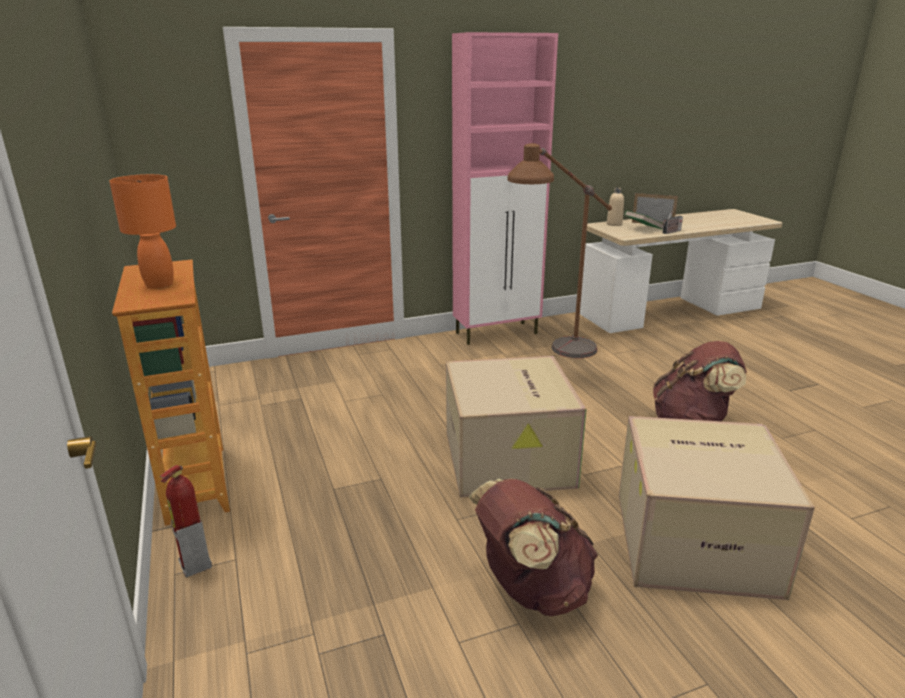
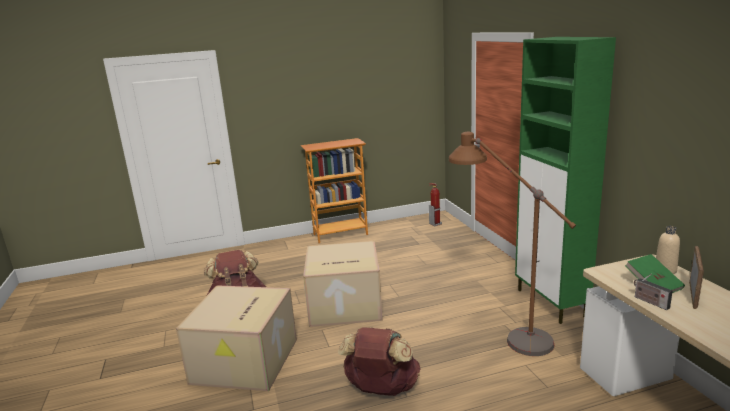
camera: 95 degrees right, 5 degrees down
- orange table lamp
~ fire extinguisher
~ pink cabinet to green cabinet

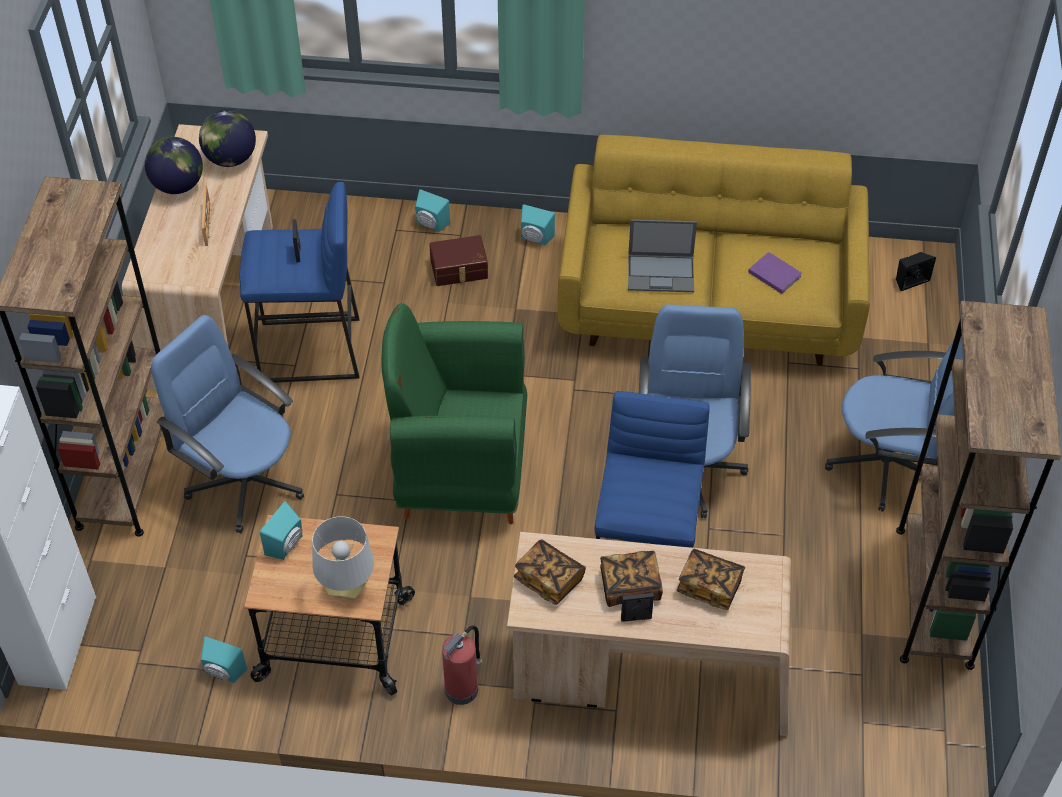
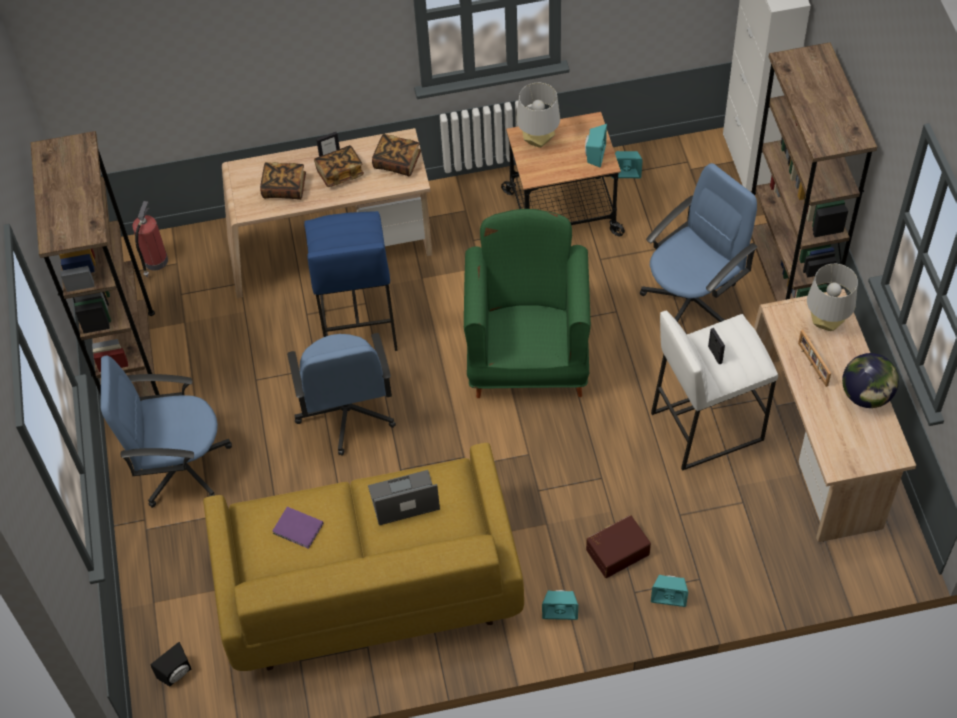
camera: 165 degrees right, 5 degrees up
~ blue office chair (1st from left in the first image) 60 degrees counterclockwise
- globe (2nd from left)
~ blue stool (1st from left) to white stool
~ green armchair 75 degrees counterclockwise
~ fire extinguisher
+ grey table lamp (2nd from left)

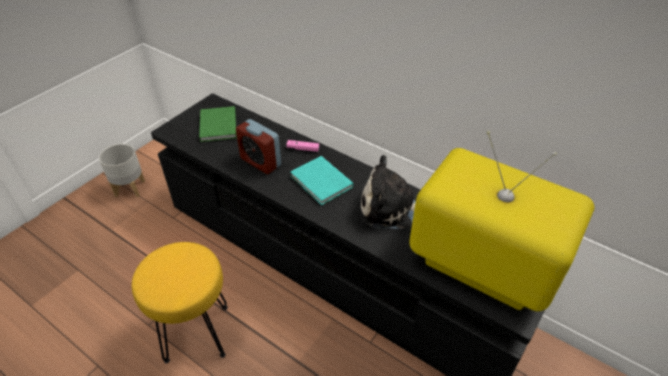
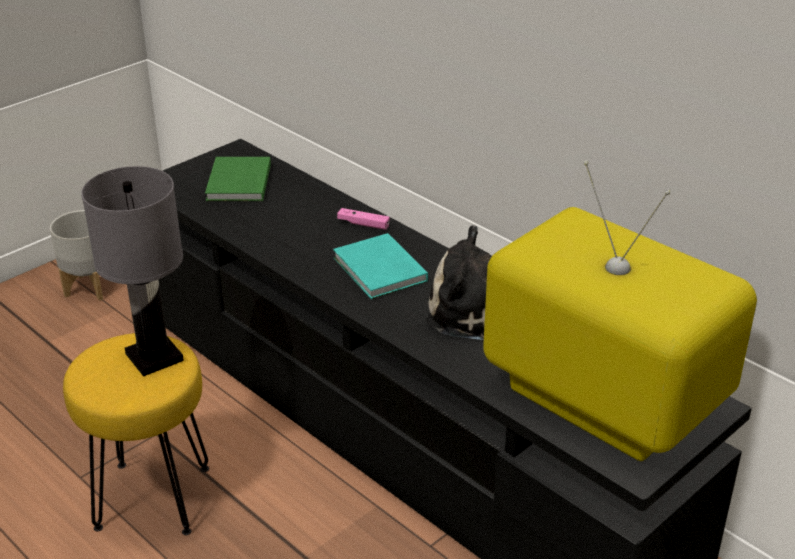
camera: 10 degrees right, 10 degrees down
- alarm clock
+ grey table lamp

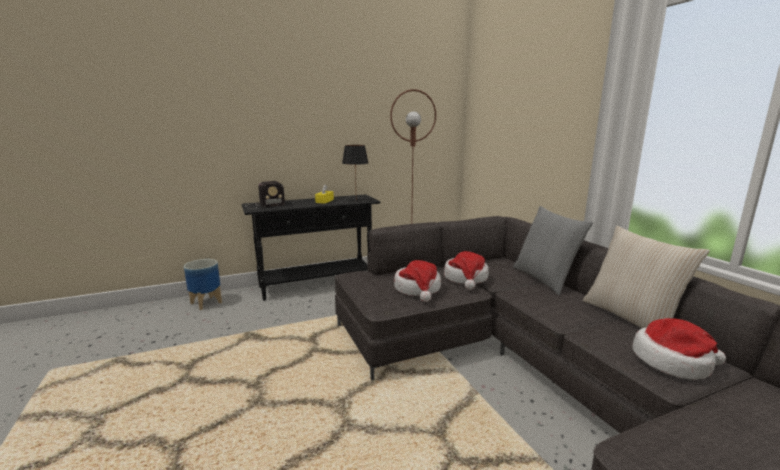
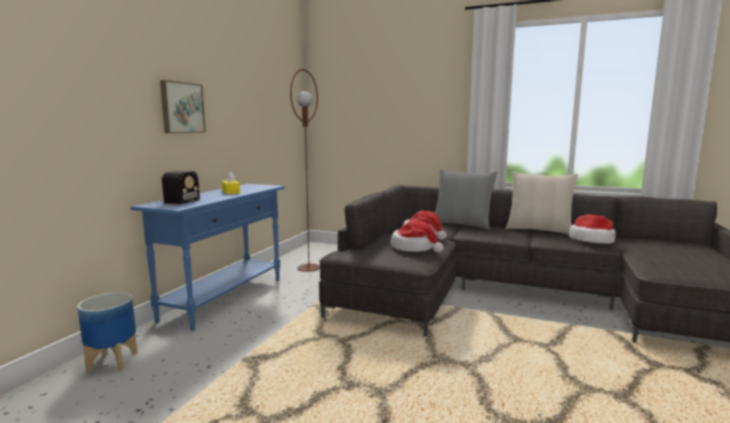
camera: 45 degrees left, 5 degrees down
~ black console table to blue console table
- black table lamp
+ picture

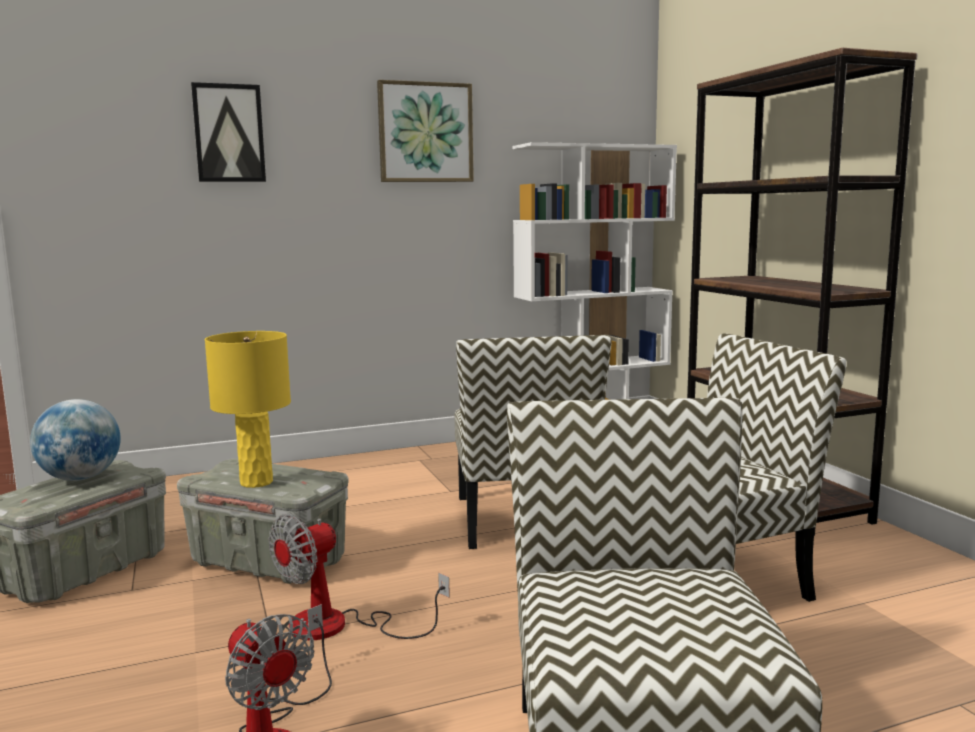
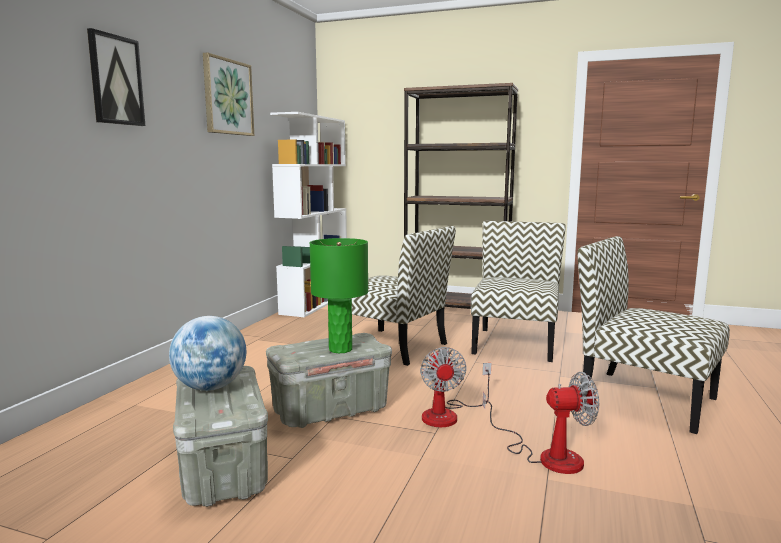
camera: 50 degrees left, 0 degrees up
~ yellow table lamp to green table lamp

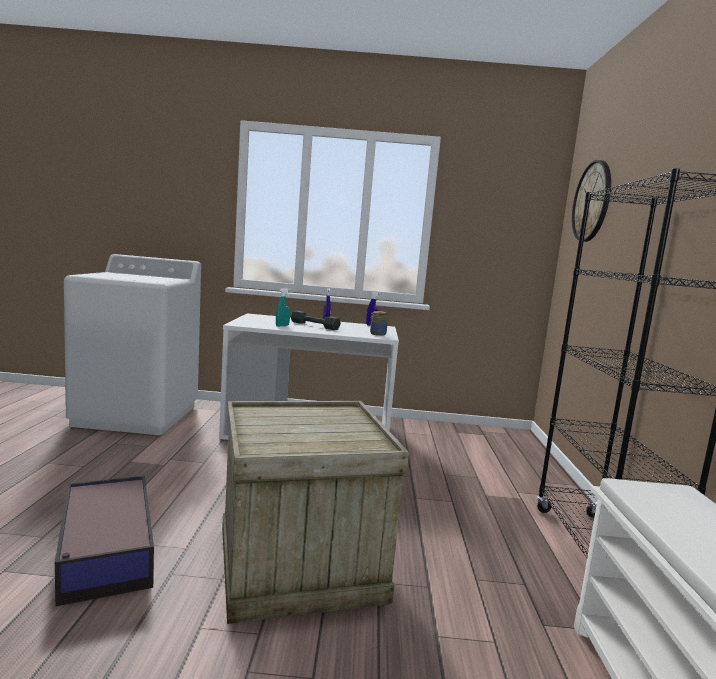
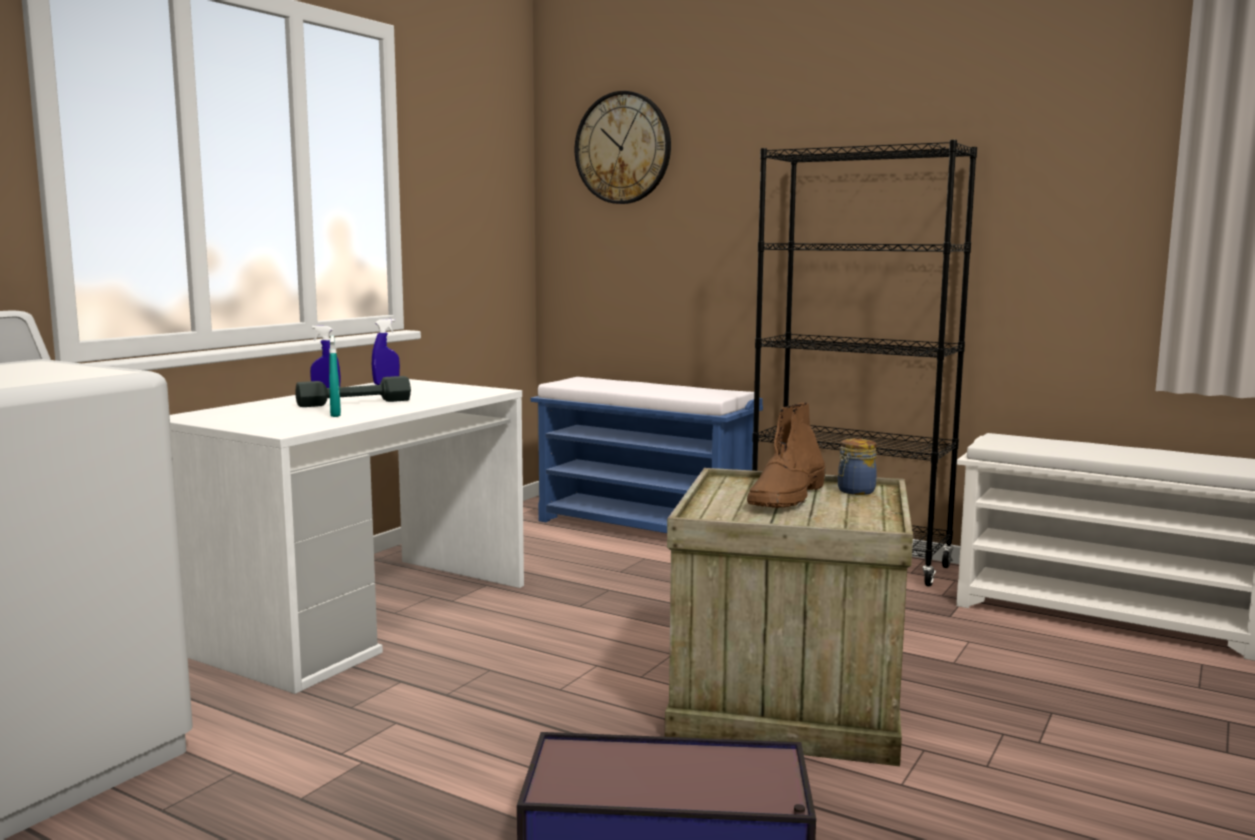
camera: 60 degrees left, 0 degrees up
~ jar
+ blue bench
+ brown boot

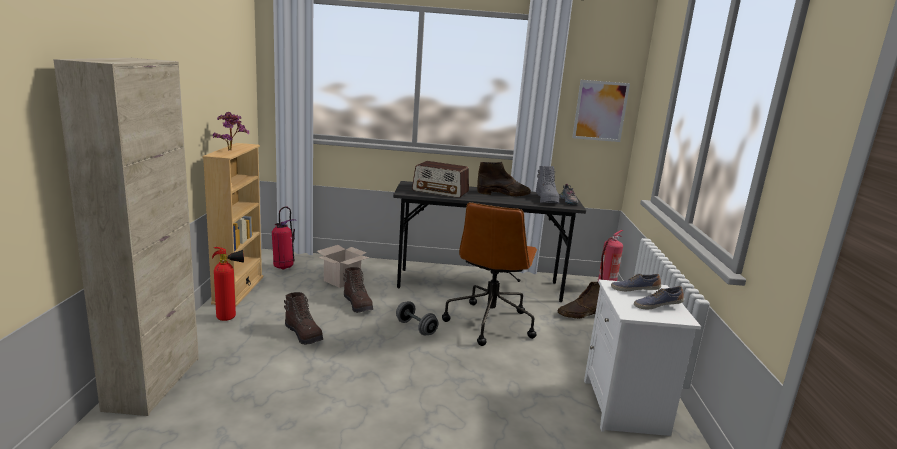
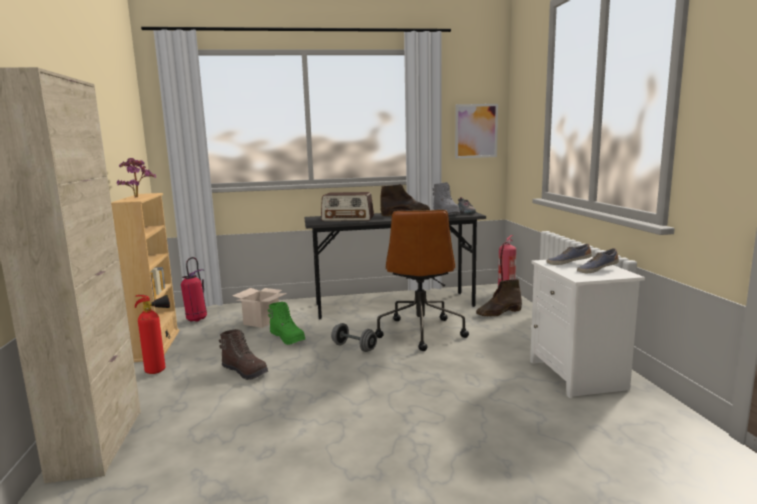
camera: 10 degrees left, 5 degrees down
~ brown boot (2nd from left) to green boot

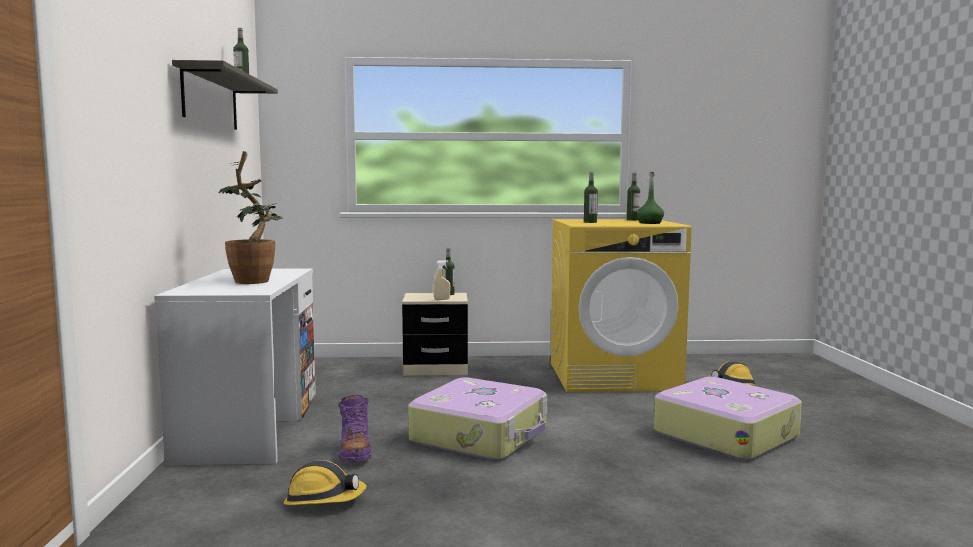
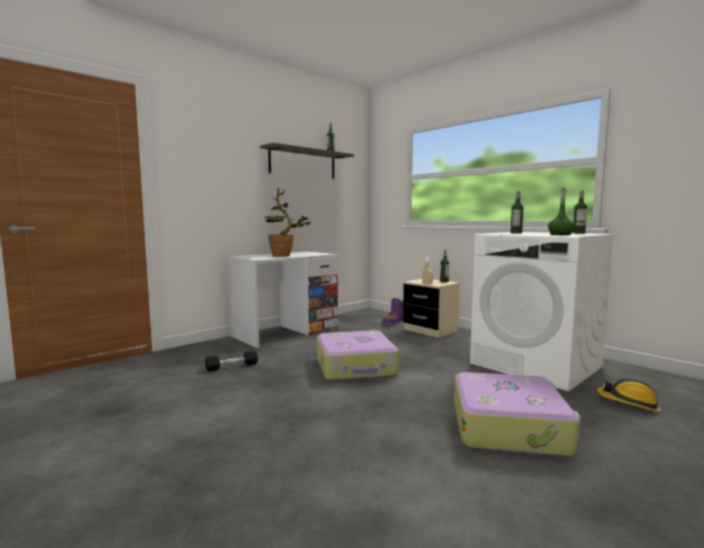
camera: 50 degrees right, 0 degrees up
~ hard hat (1st from left) to black dumbbell
~ purple boot
~ yellow washing machine to white washing machine

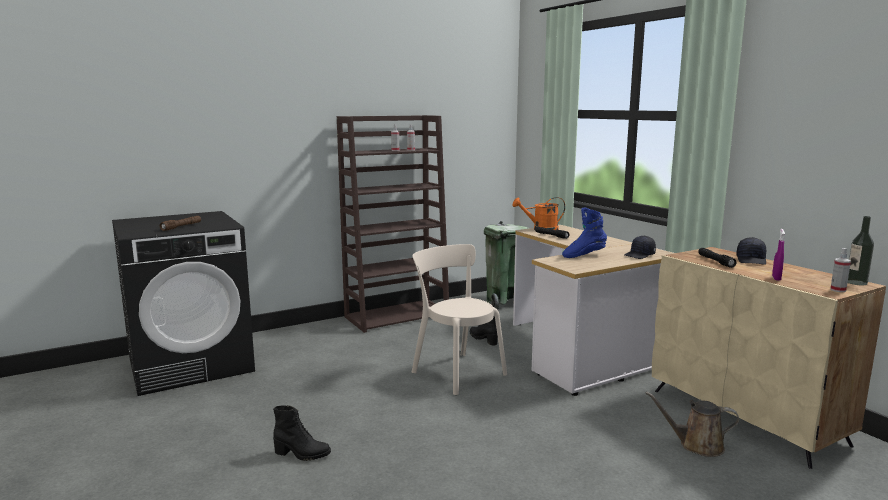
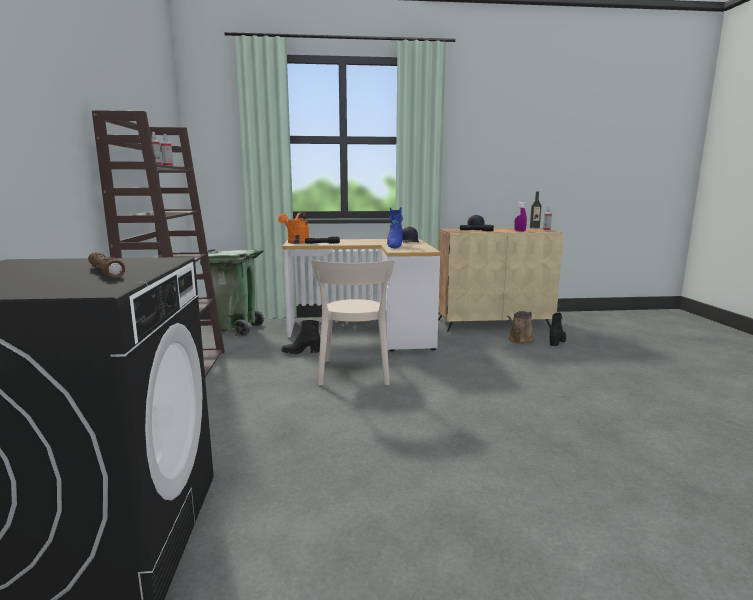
camera: 65 degrees left, 0 degrees up
~ black boot (1st from left in the first image) to black boot (2nd from left)
~ beige chair 75 degrees counterclockwise

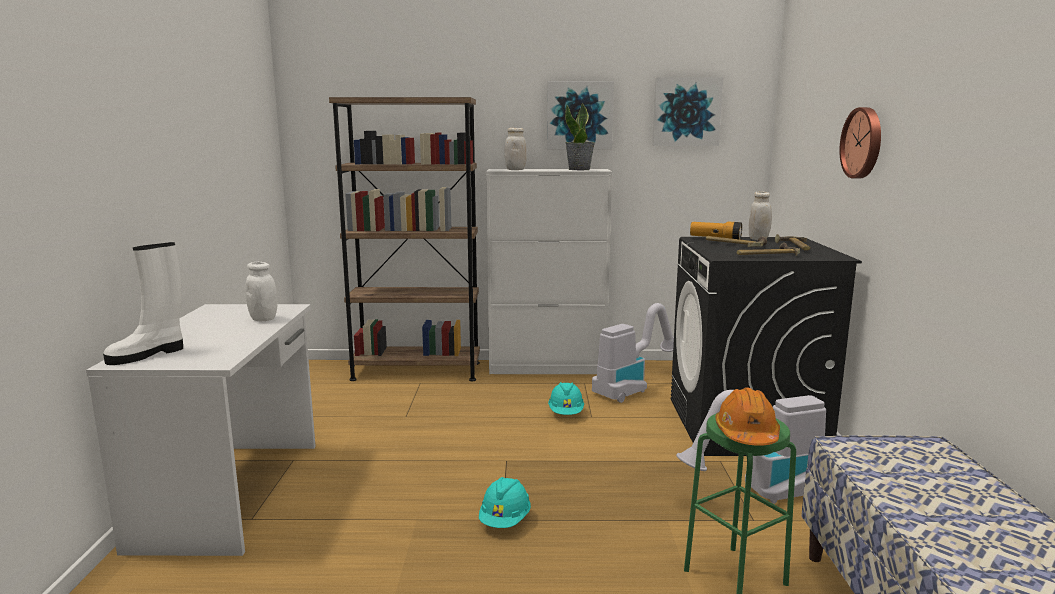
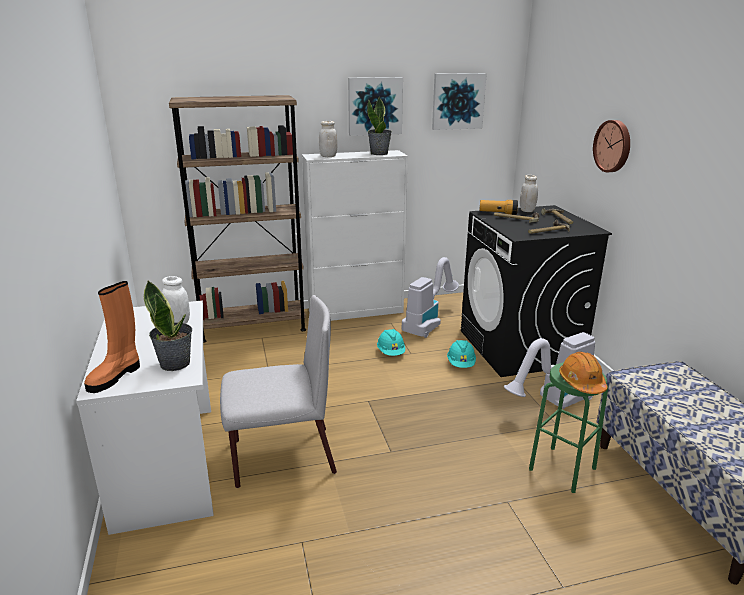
camera: 15 degrees left, 10 degrees up
~ white boot to orange boot
~ turquoise hard hat (1st from left in the first image) to turquoise hard hat (2nd from left)
+ potted plant (1st from left)
+ grey chair

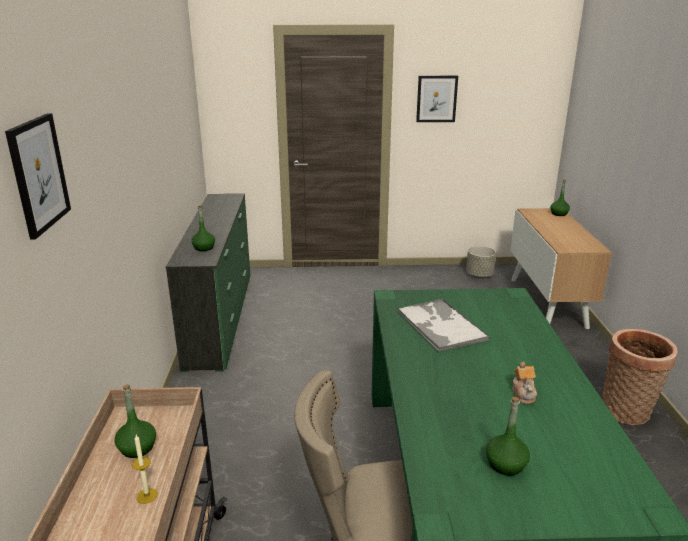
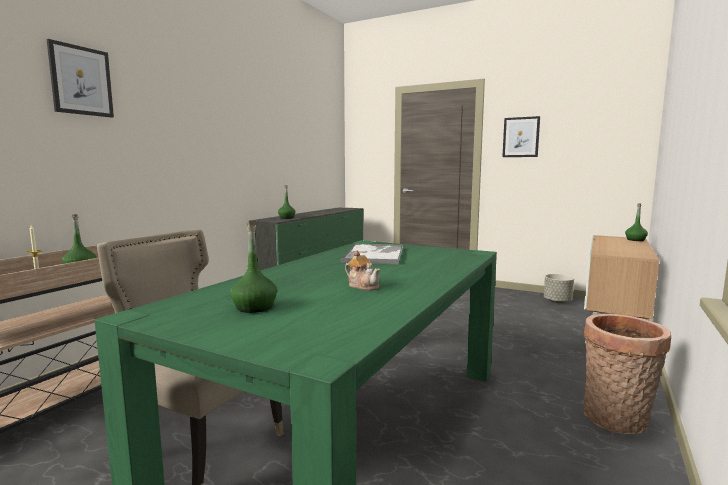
camera: 30 degrees right, 15 degrees down
~ teapot 75 degrees counterclockwise

